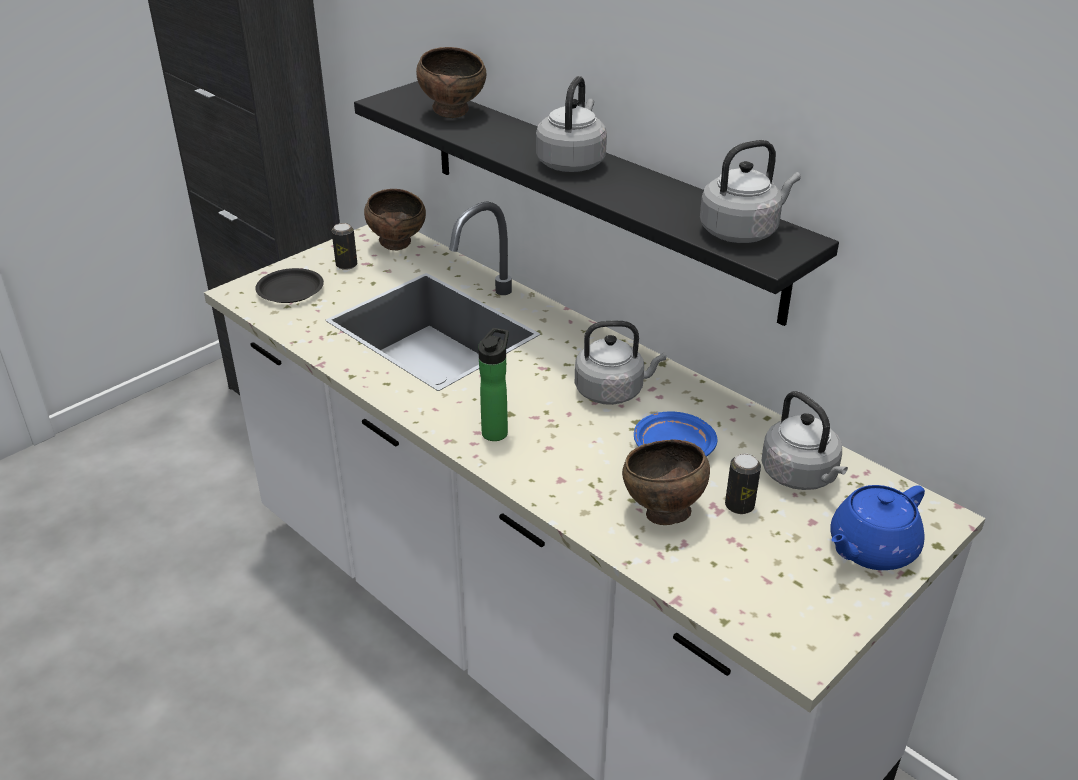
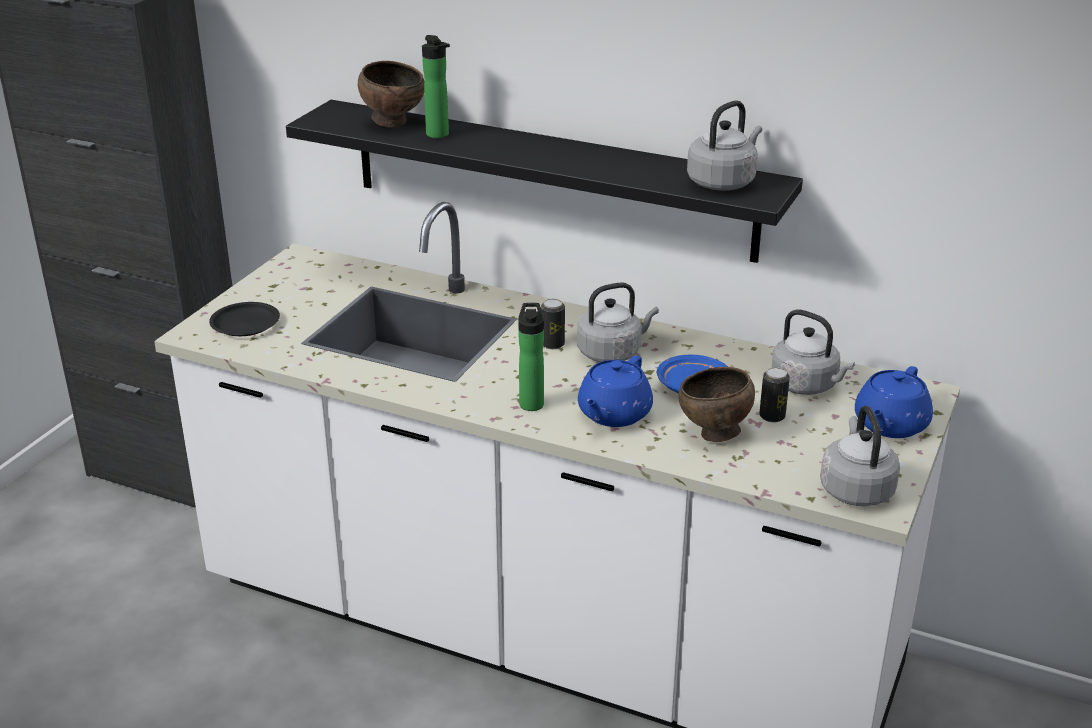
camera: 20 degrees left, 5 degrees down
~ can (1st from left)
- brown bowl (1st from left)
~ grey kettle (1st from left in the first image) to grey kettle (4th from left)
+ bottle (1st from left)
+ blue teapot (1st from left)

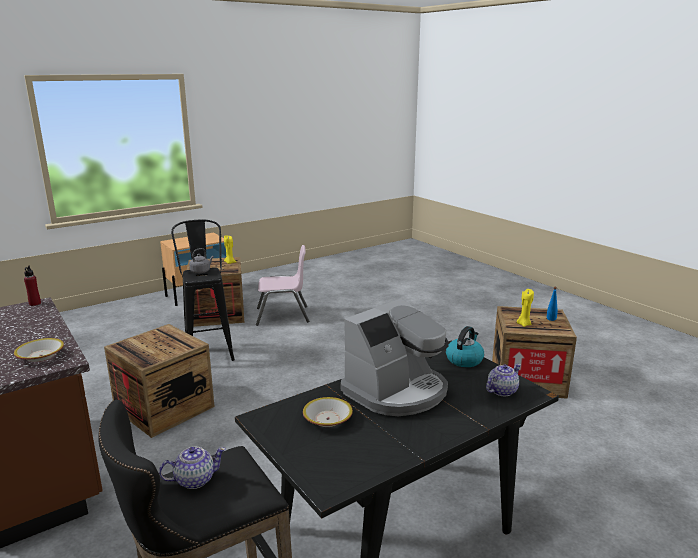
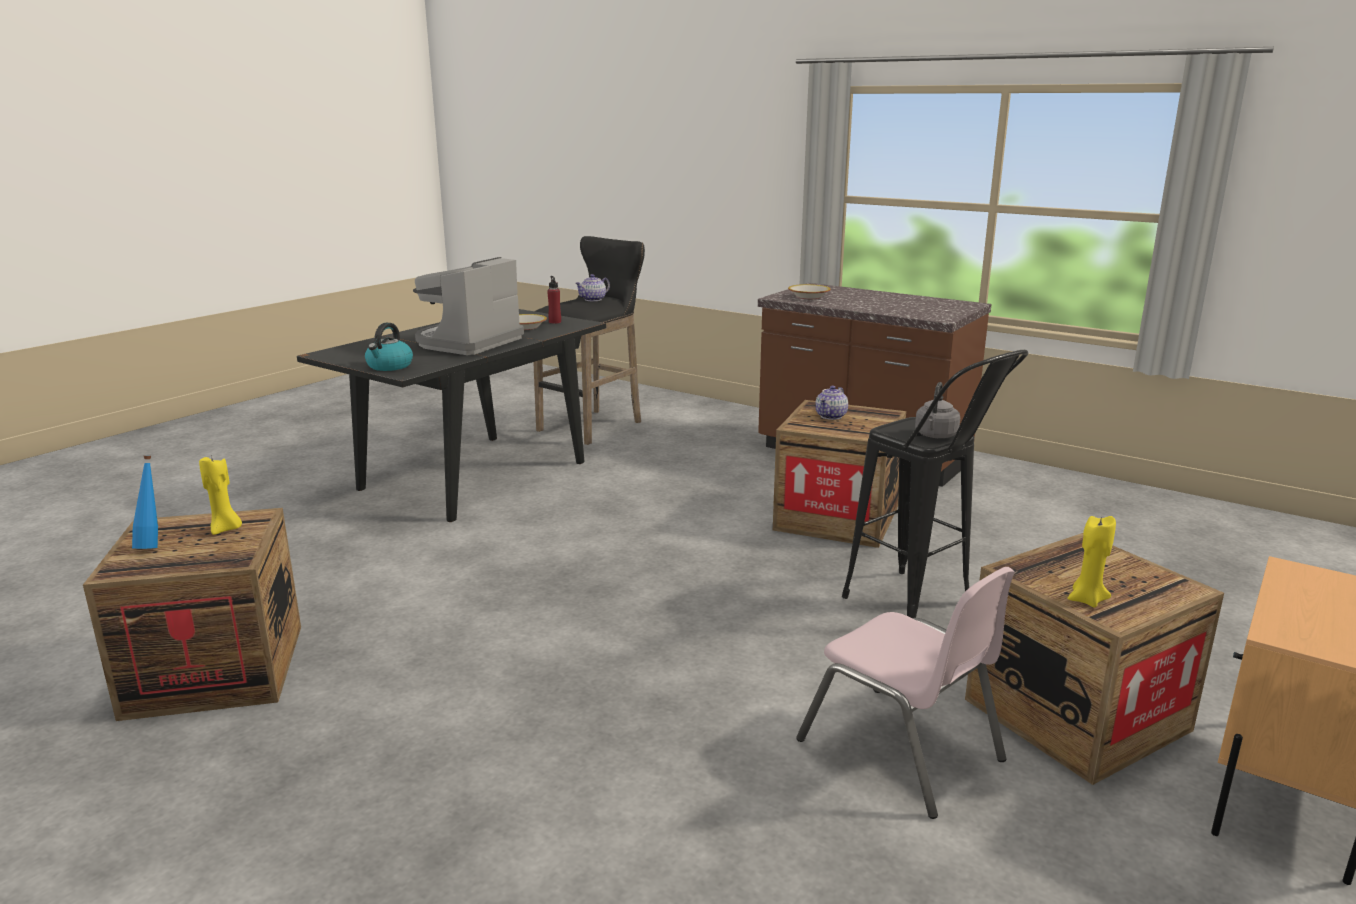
camera: 160 degrees right, 0 degrees up
~ red bottle
~ pink chair 105 degrees counterclockwise
~ teapot (2nd from left)

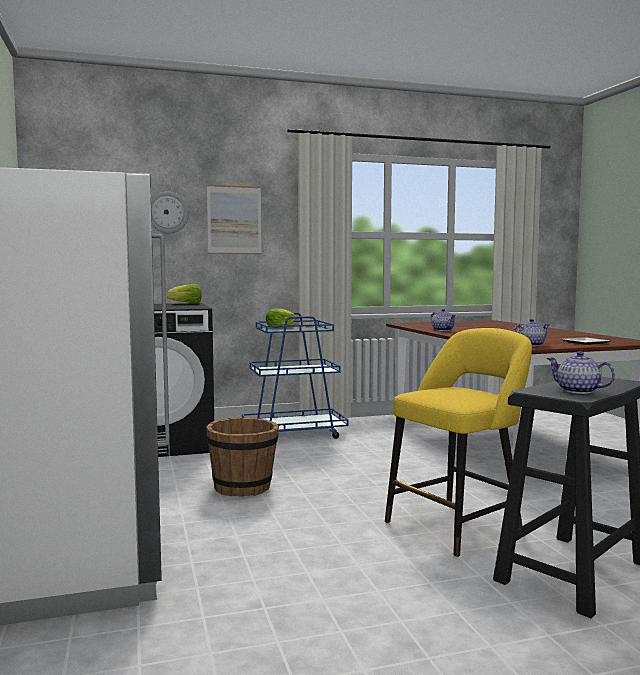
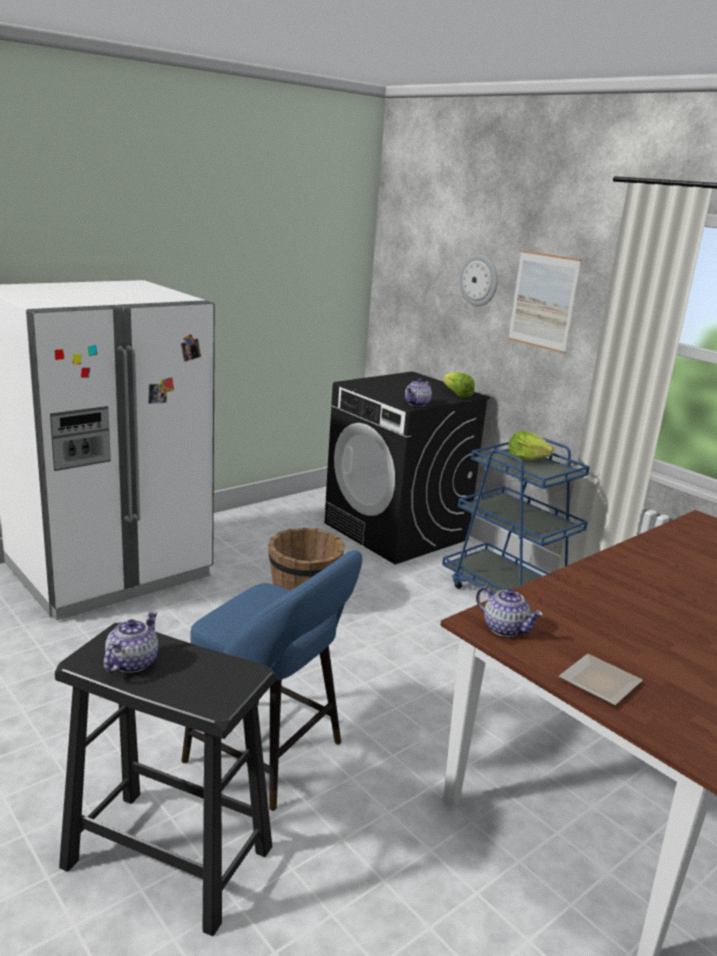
camera: 65 degrees right, 15 degrees up
~ yellow stool to blue stool
~ teapot (1st from left in the first image) to teapot (2nd from left)

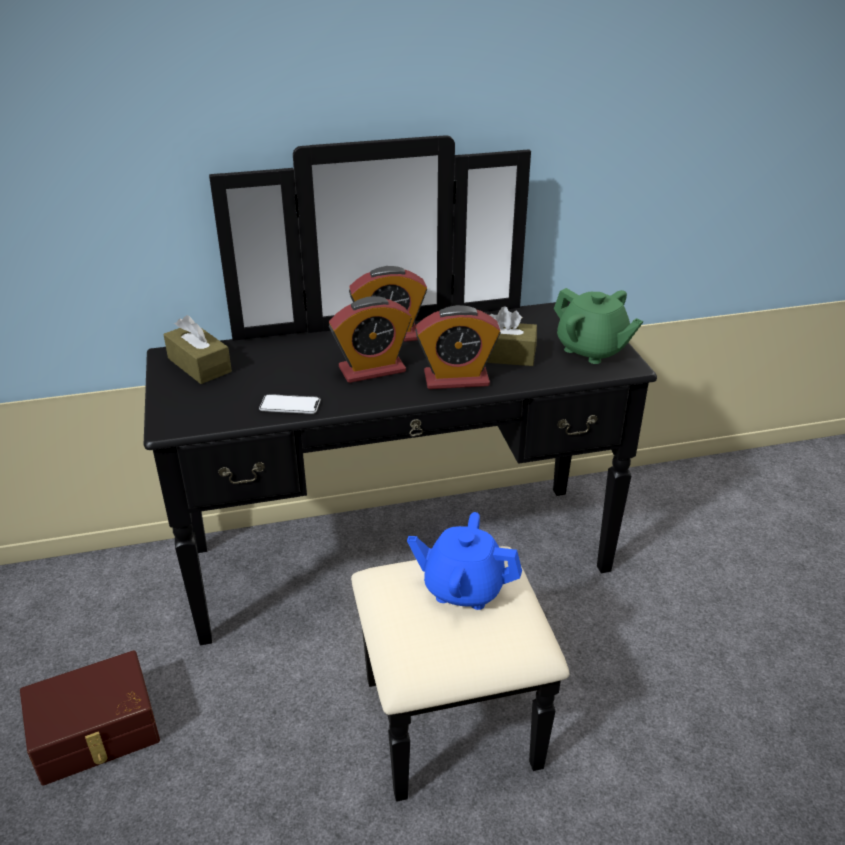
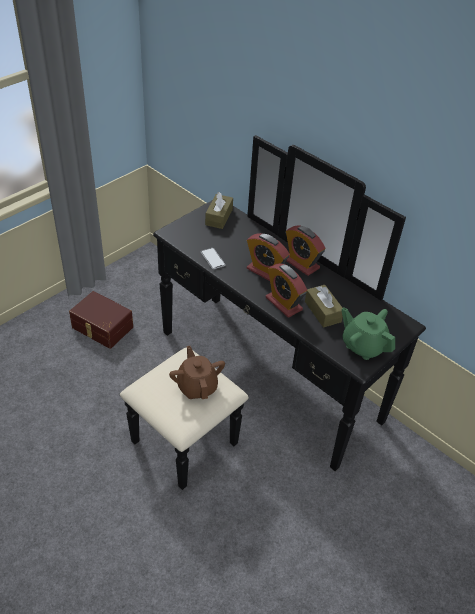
camera: 55 degrees right, 10 degrees up
~ blue teapot to brown teapot
~ green teapot 120 degrees clockwise

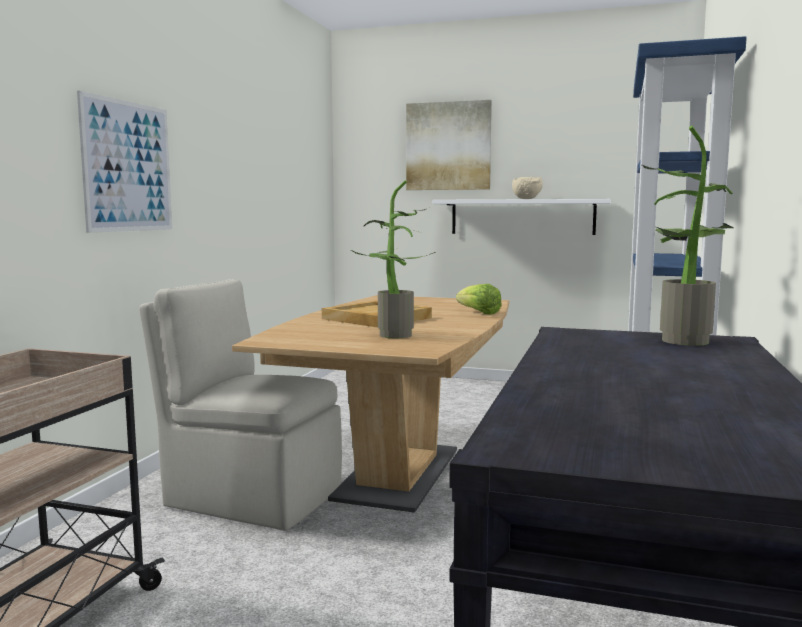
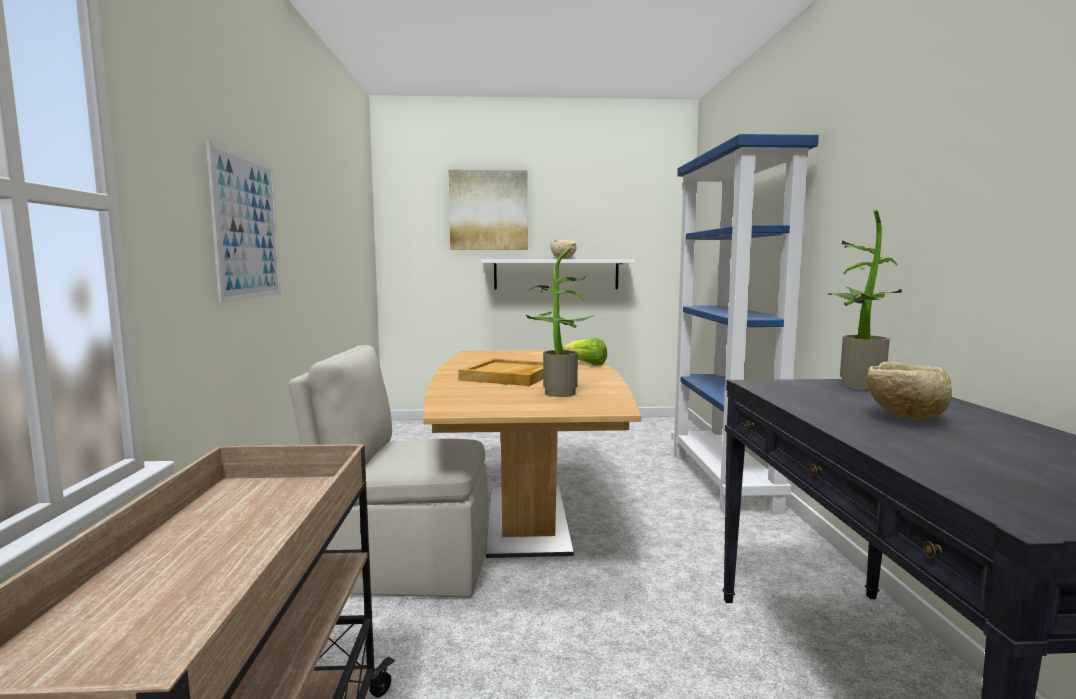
camera: 20 degrees left, 0 degrees up
+ beige bowl (2nd from left)

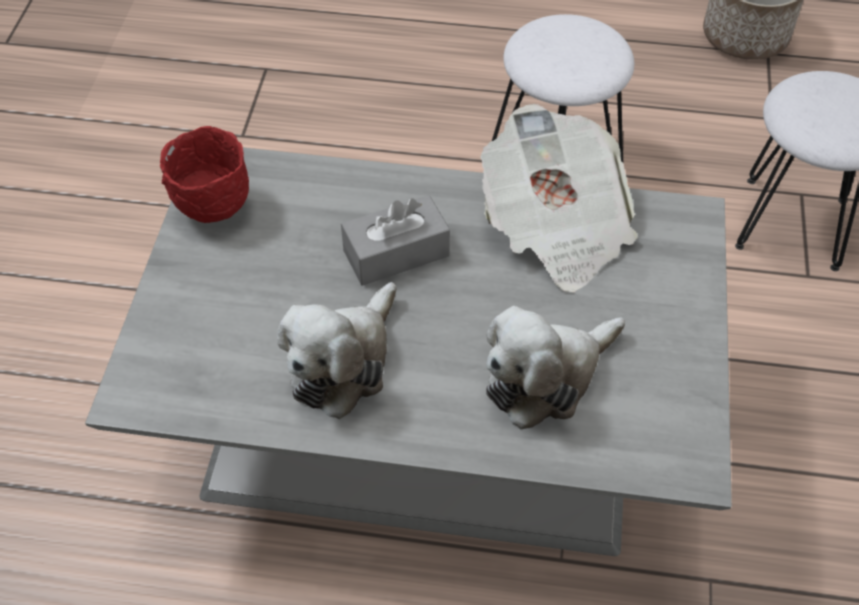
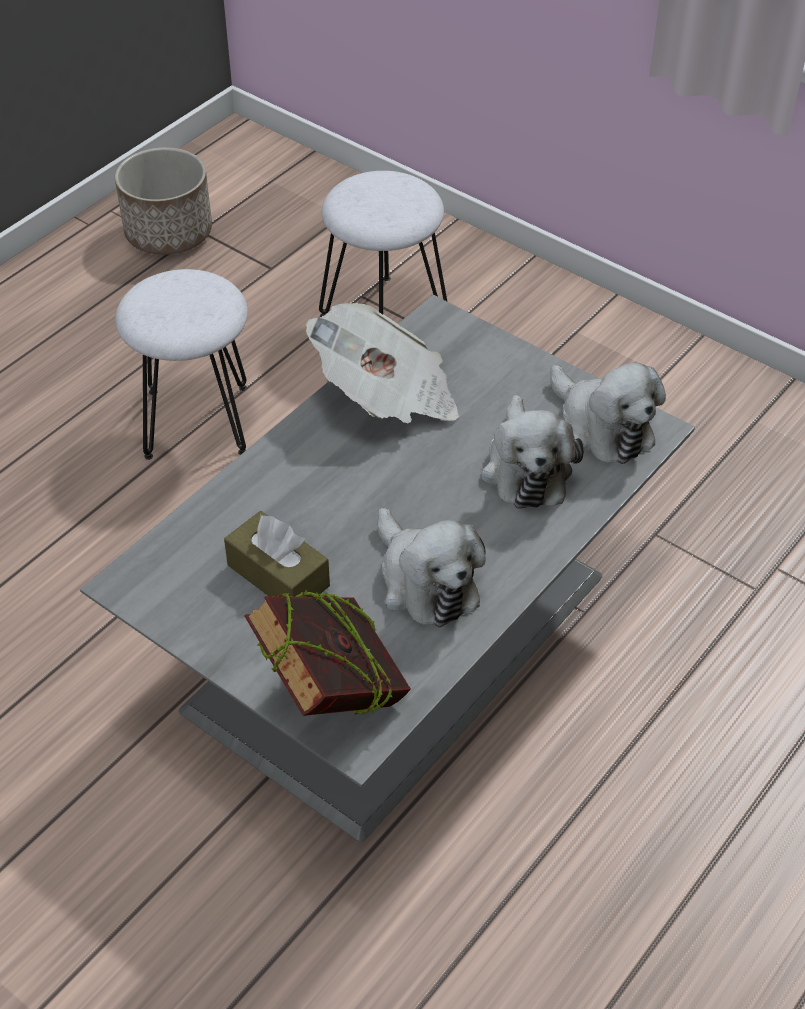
camera: 60 degrees left, 5 degrees down
- red bowl
- grey tissue box
+ brown tissue box
+ book
+ plush toy (3rd from left)

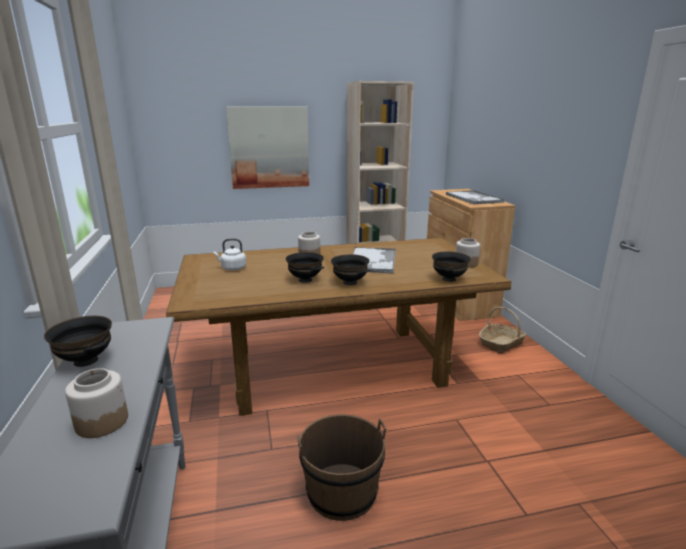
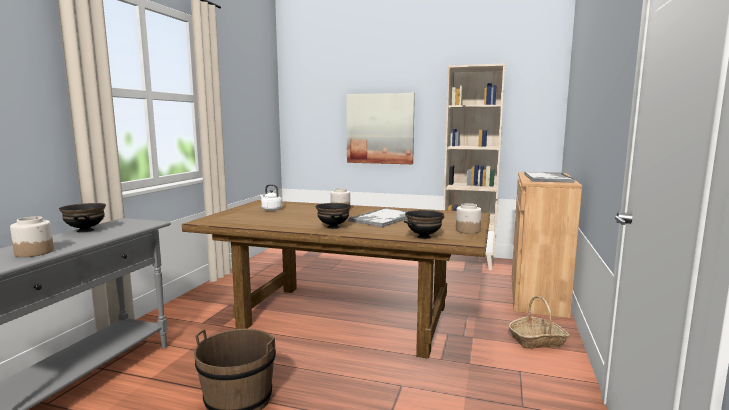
camera: 30 degrees right, 10 degrees down
- black bowl (2nd from left)

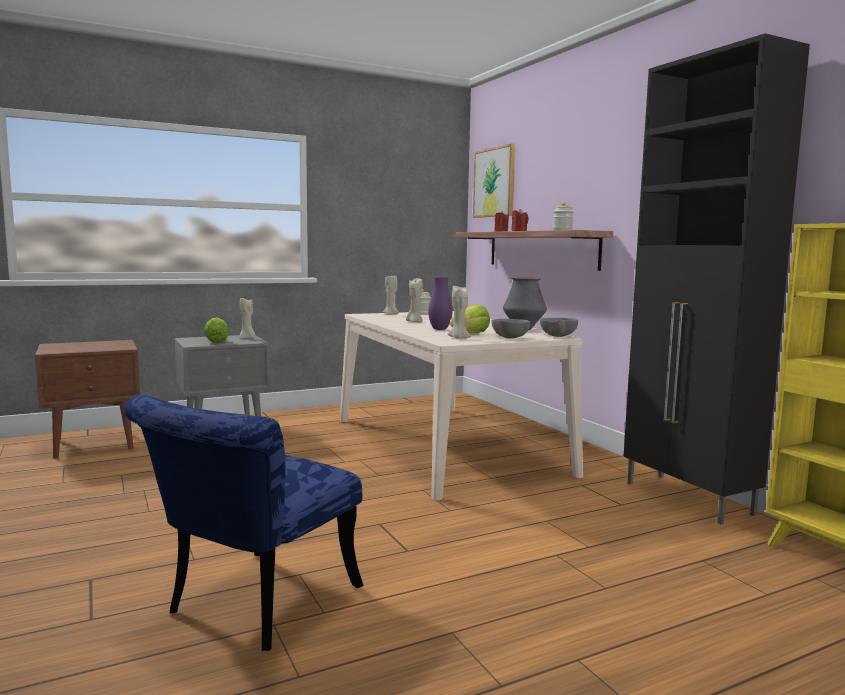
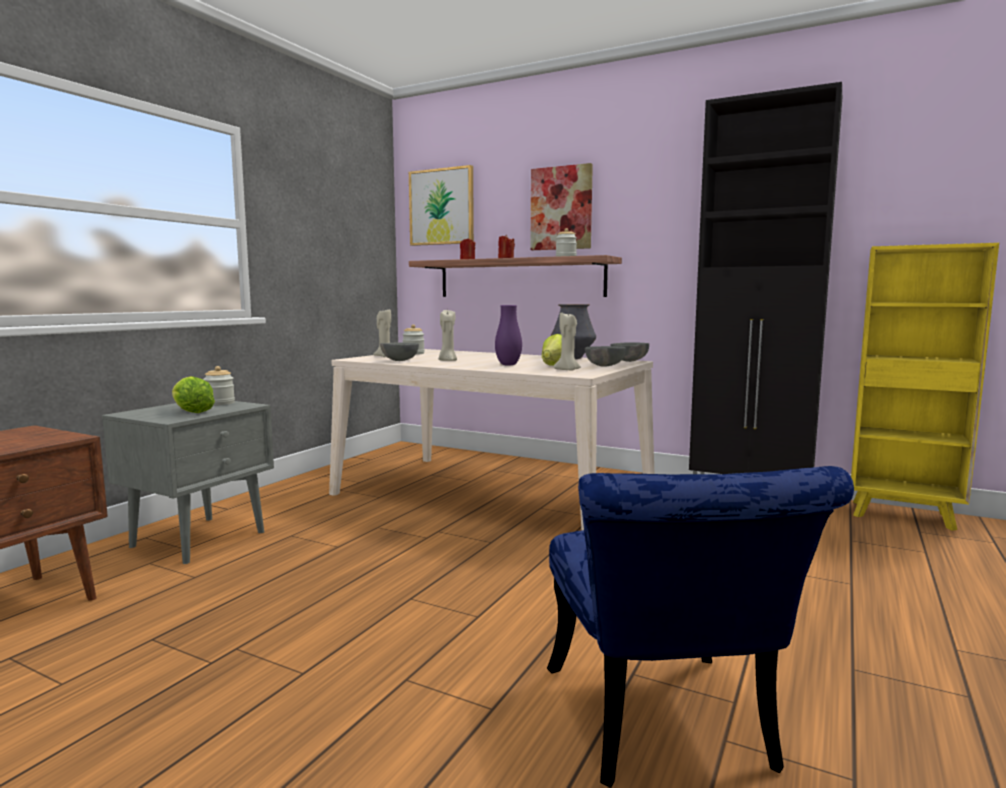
camera: 35 degrees left, 0 degrees up
~ beige candle (1st from left) to jar (1st from left)
+ grey bowl (1st from left)
+ picture (2nd from left)

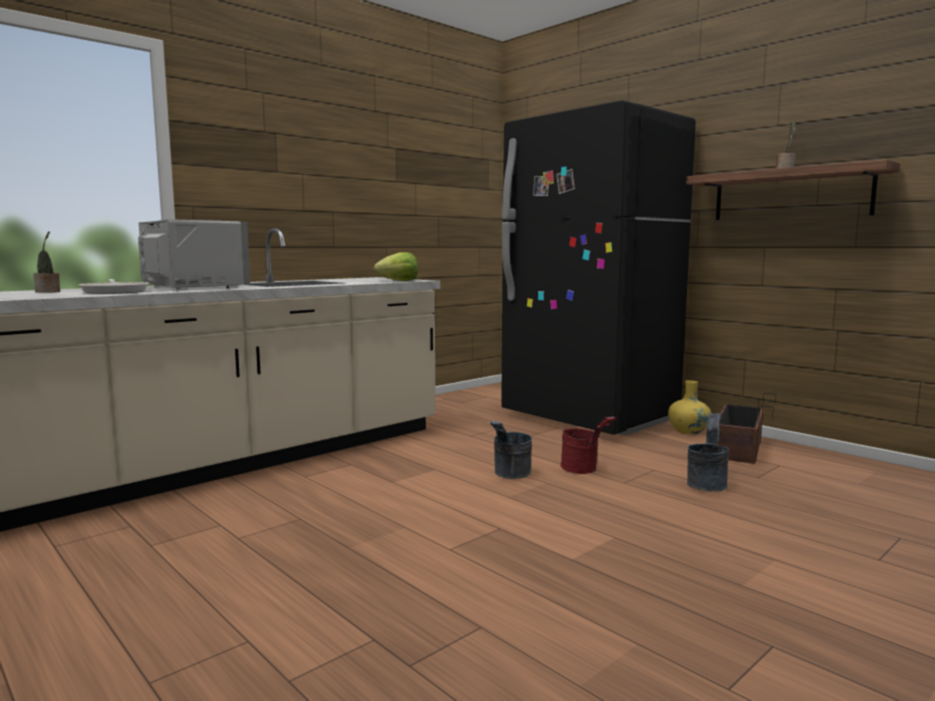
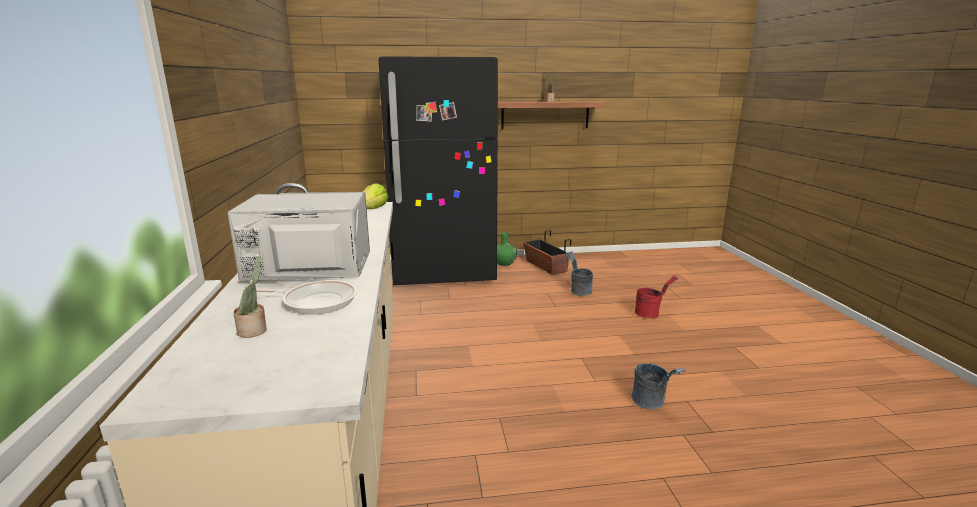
camera: 55 degrees left, 10 degrees up
~ grey bucket (1st from left in the first image) to grey bucket (2nd from left)
~ red bucket
~ yellow vase to green vase

